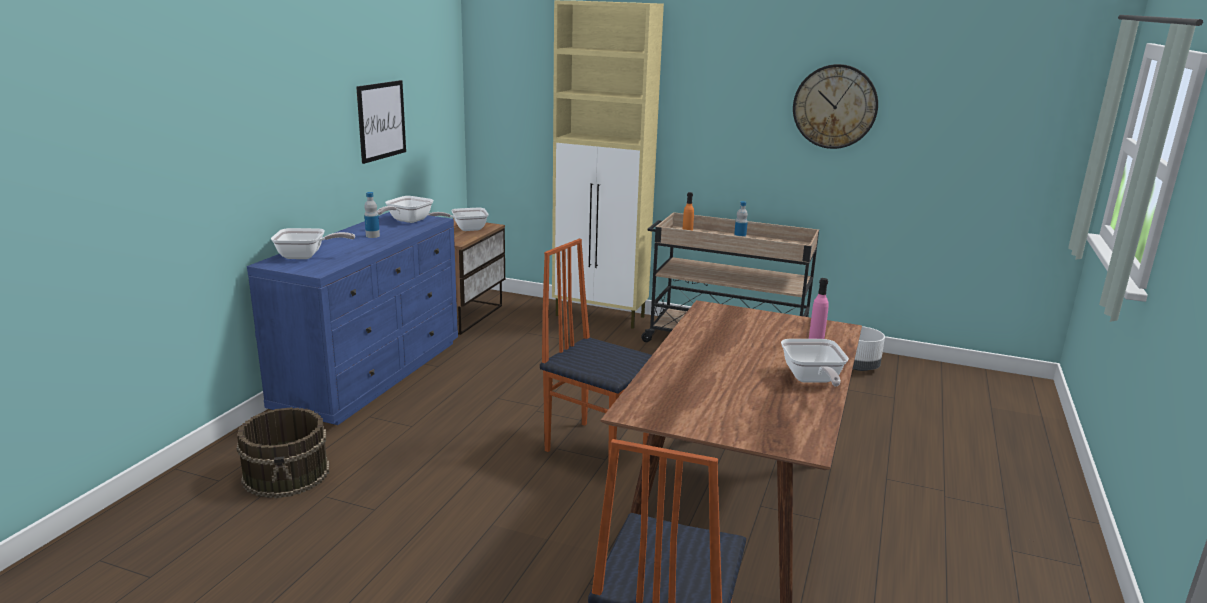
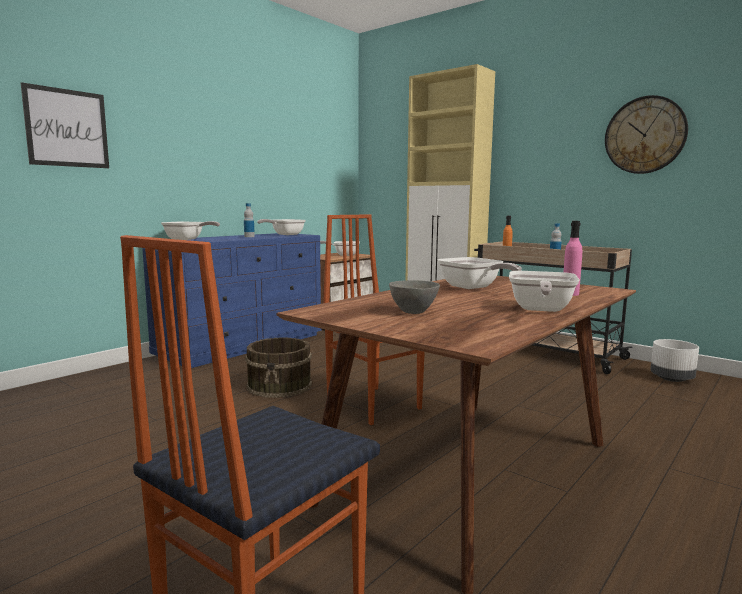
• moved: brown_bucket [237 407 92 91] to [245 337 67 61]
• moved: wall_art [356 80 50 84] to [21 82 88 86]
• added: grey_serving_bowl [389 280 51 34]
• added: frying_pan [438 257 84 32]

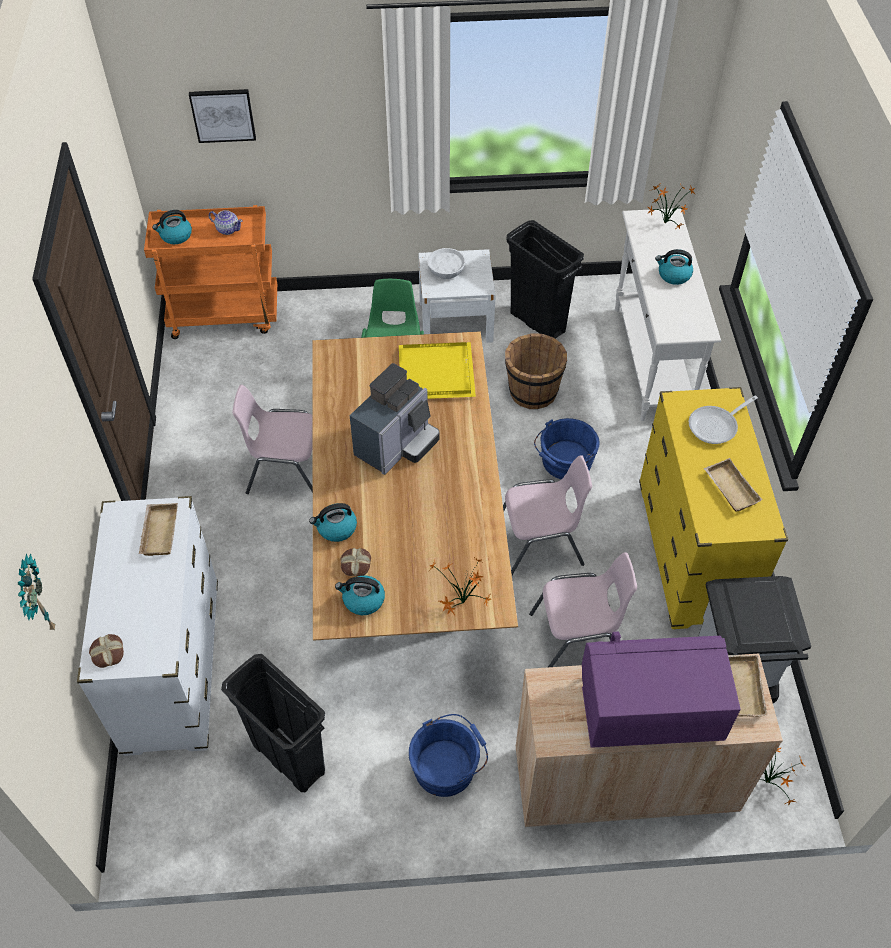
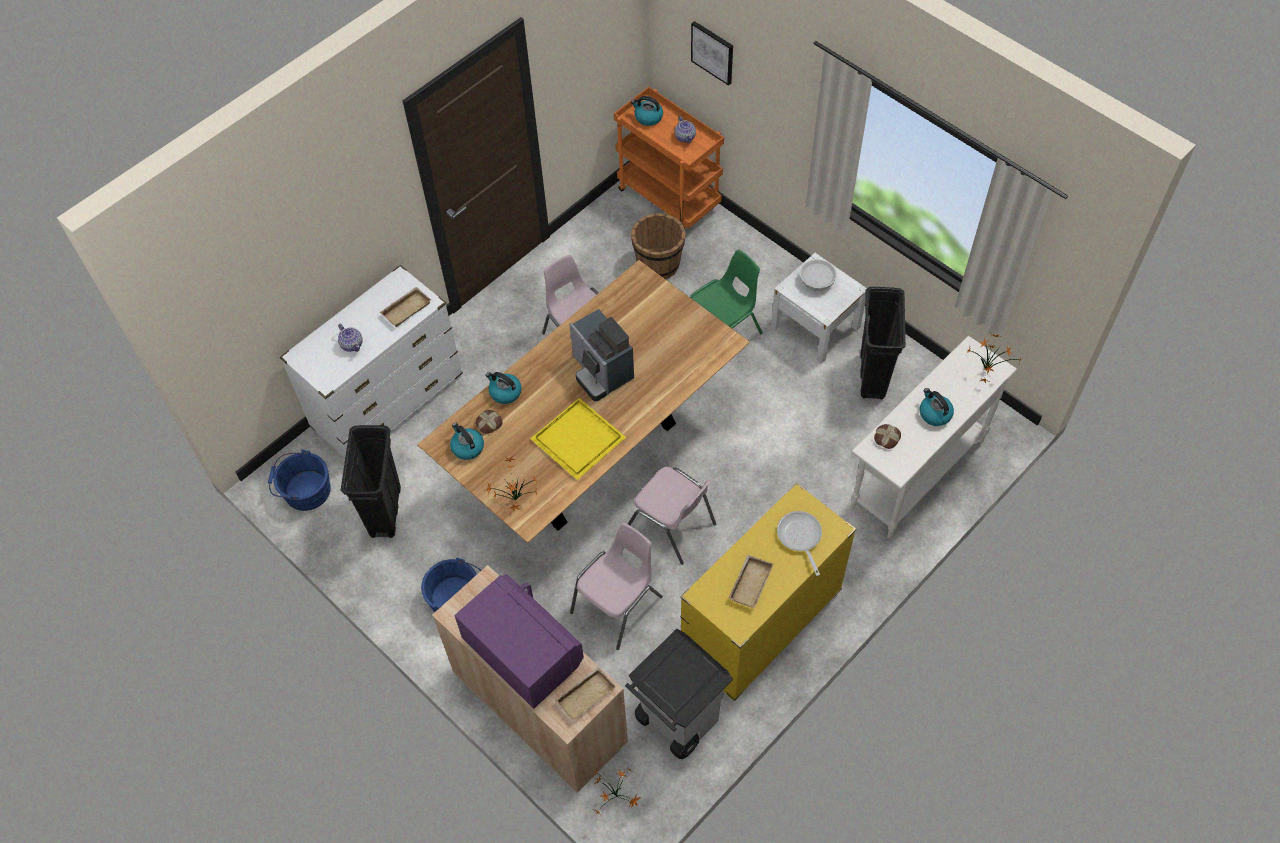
• removed: wall_clock [18 554 37 77]
• moved: bakery_bread [89 634 35 34] to [874 424 27 25]
• turned: coffee_maker [350 363 90 112] = [569 309 65 92] 60 degrees clockwise
• moved: yellowish_tray [399 342 77 57] to [531 398 95 82]
• moved: brown_bucket [505 333 62 76] to [631 213 55 66]
• turned: pink-coloured_plain_chair [529 552 108 115] = [570 522 93 128] 90 degrees counterclockwise
• moved: bluish_bucket [534 418 65 61] to [268 450 63 61]
• turned: frying_pan [689 396 69 48] = [777 511 45 65] 60 degrees clockwise
• added: teapot [338 324 25 28]

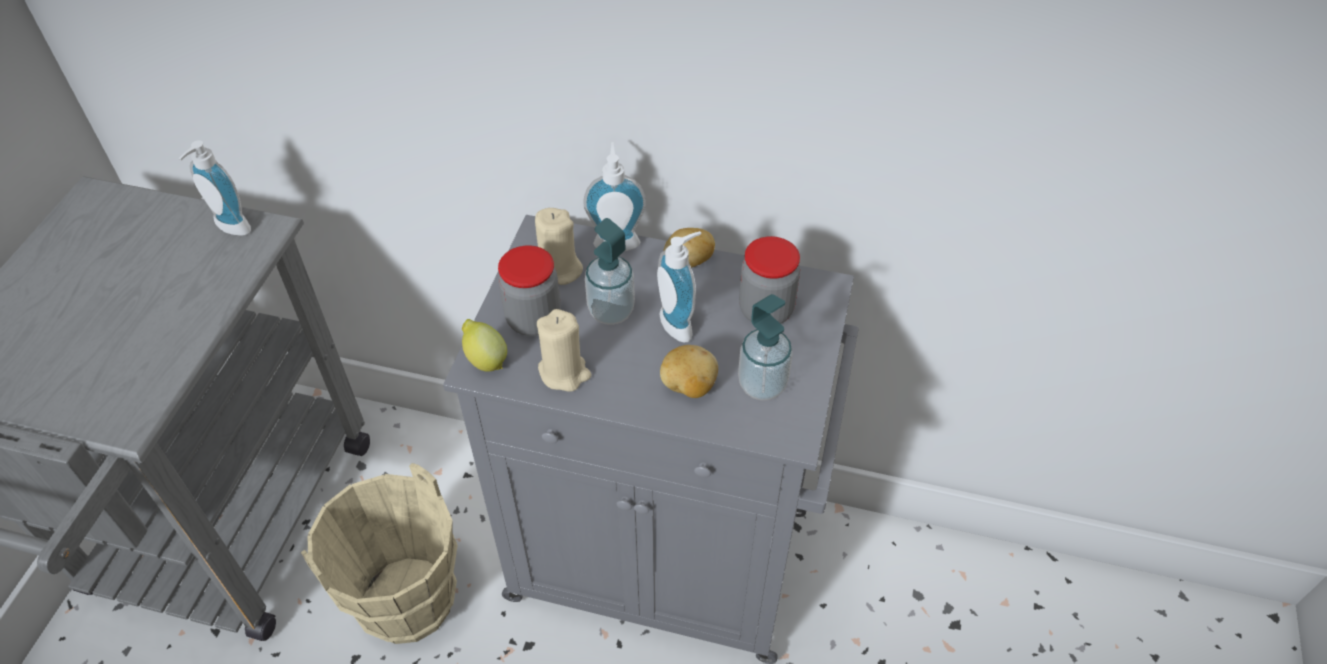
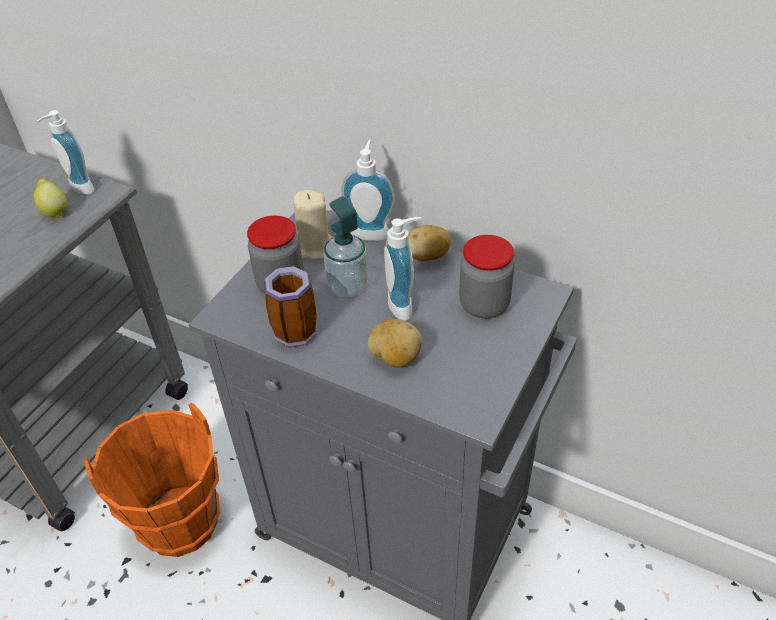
• recoloured: sand-coloured_bucket [301 463 157 181] to orangey_bucket [83 403 137 154]
• moved: whole_lemon [462 319 45 53] to [34 178 33 40]
• replaced: sand-coloured_candle [537 309 54 83] to mug [264 266 53 82]
• removed: soap_bottle [738 294 55 106]

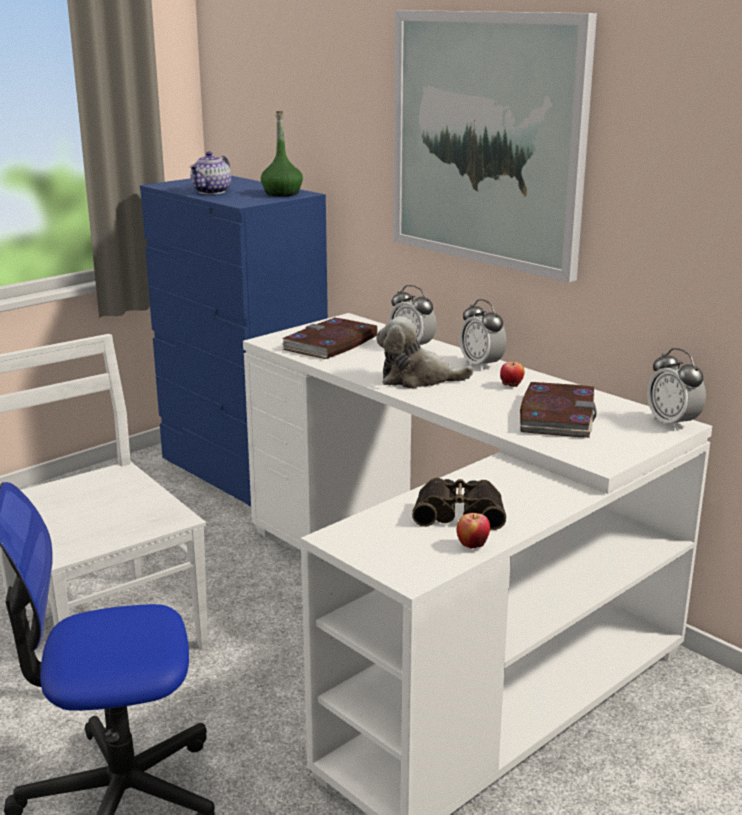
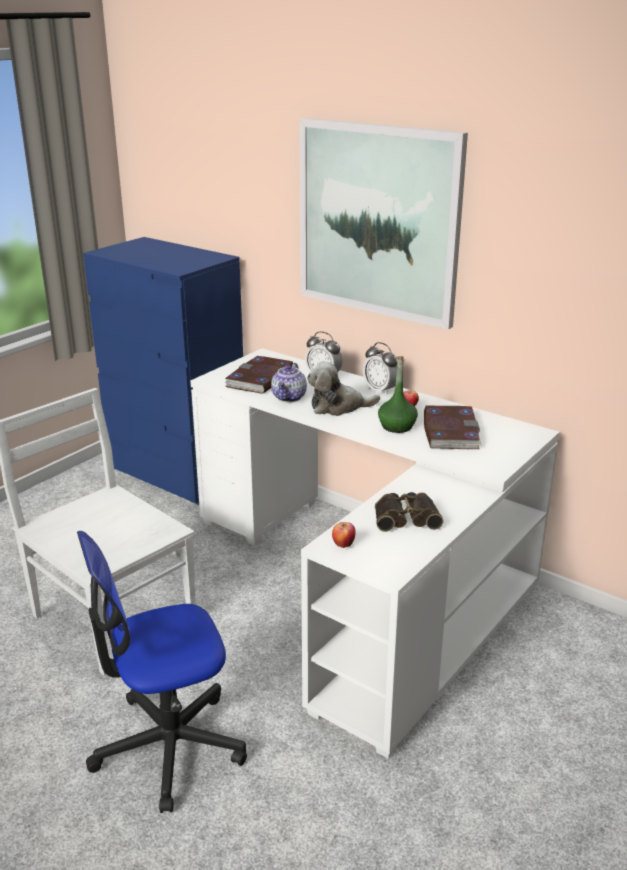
• moved: teapot [189 151 42 44] to [271 363 36 39]
• moved: green_bottle [261 111 42 86] to [378 356 40 77]
• moved: whole_apple [457 513 33 36] to [332 522 24 26]
• removed: bedside_clock [647 348 59 83]

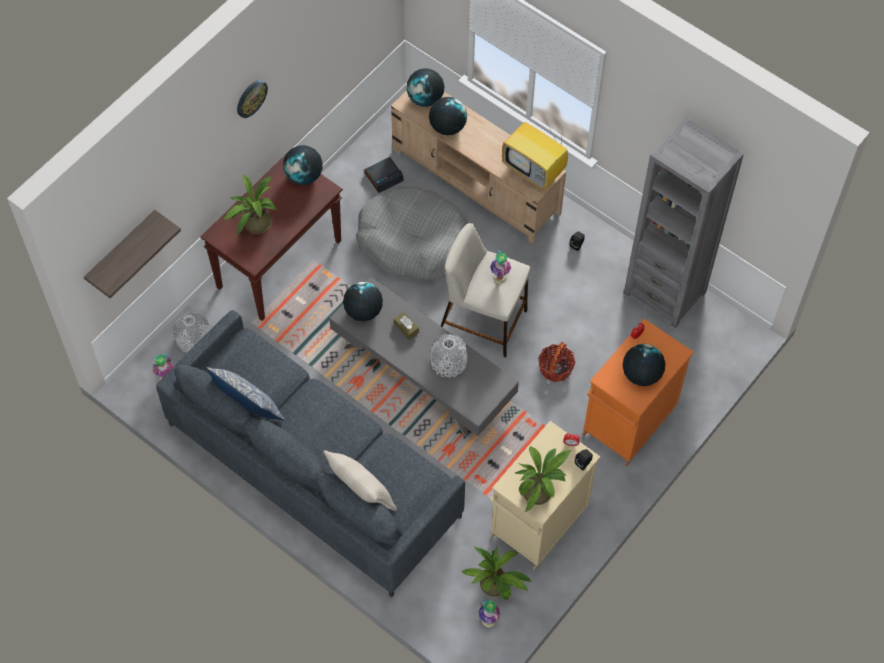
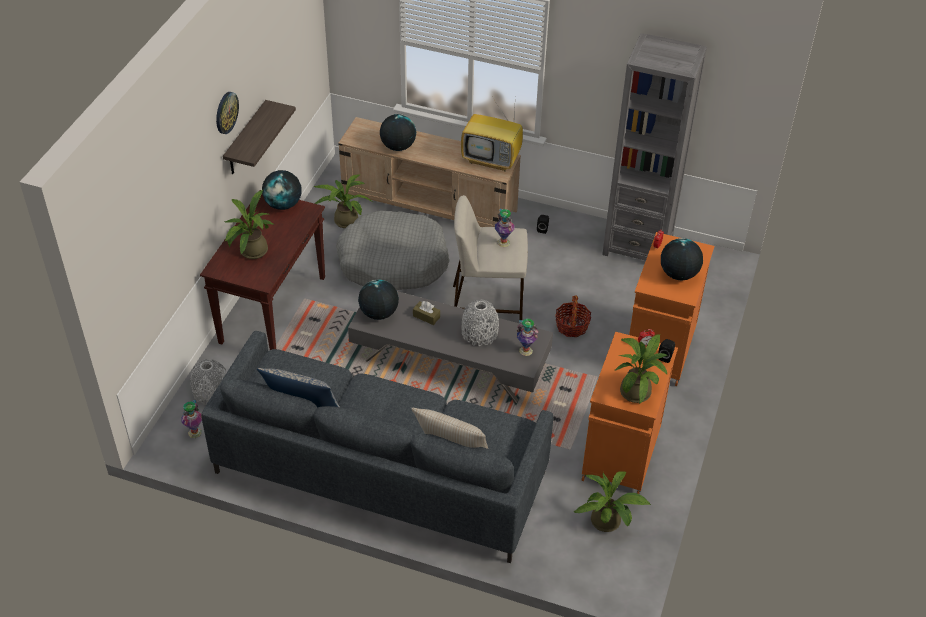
• moved: wall_shelf [84 210 97 88] to [223 100 73 74]
• replaced: bedside_clock [364 157 40 36] to plant_in_a_pot [314 174 60 54]
• removed: world_globe [407 68 37 39]
• moved: decorative_vase [478 600 22 28] to [517 319 21 37]
• recoloured: sand-coloured_storage_cabinet [490 421 110 149] to orangey_storage_cabinet [581 332 97 162]

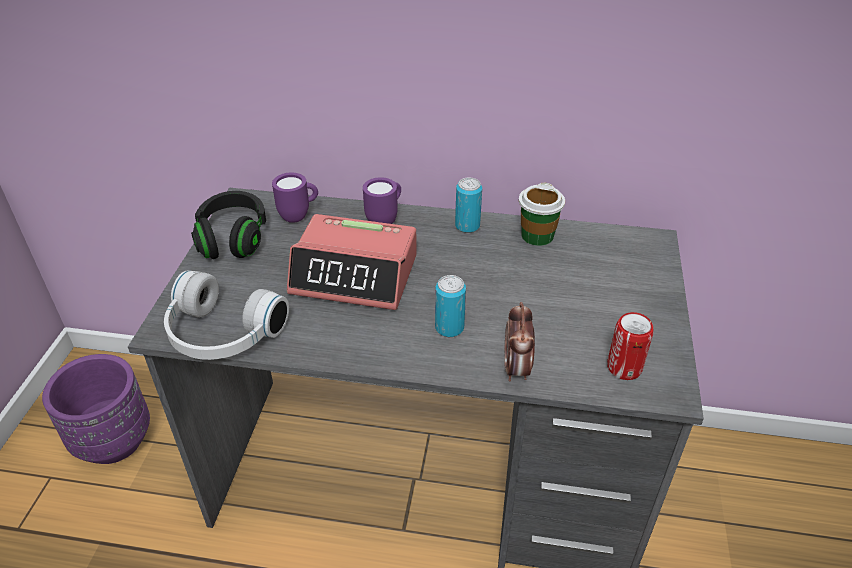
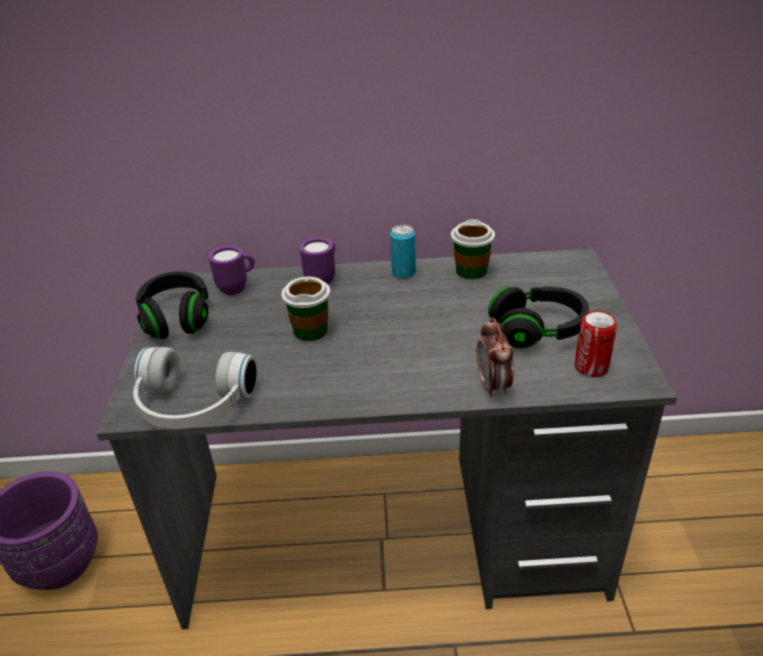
• replaced: bedside_clock [287 214 130 96] to small_cup [281 277 49 64]
• removed: sealed_can [435 275 31 62]
• added: black-coloured_headset [488 287 101 62]

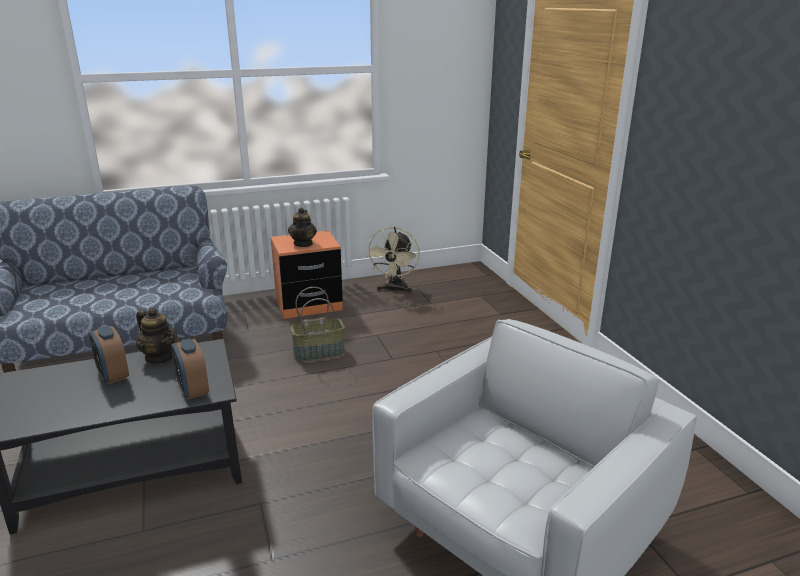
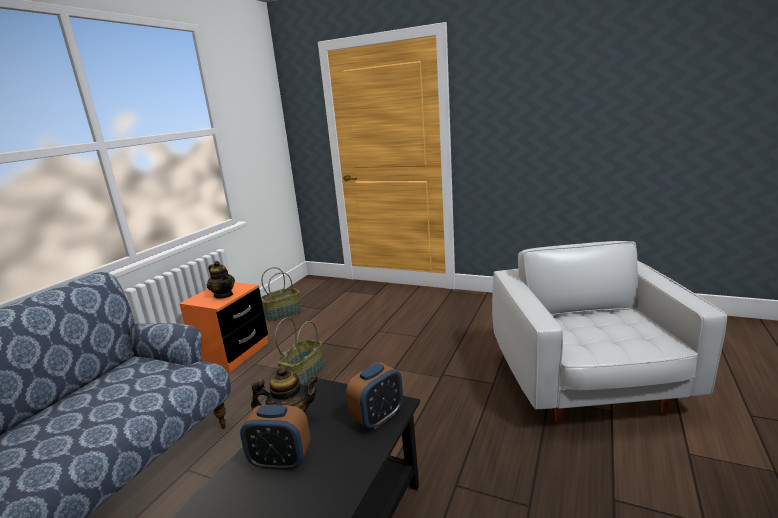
• turned: bedside_clock [171 339 38 61] = [346 362 57 67] 60 degrees counterclockwise
• replaced: sand-coloured_cooling_fan [366 227 54 67] to basket [261 267 41 55]

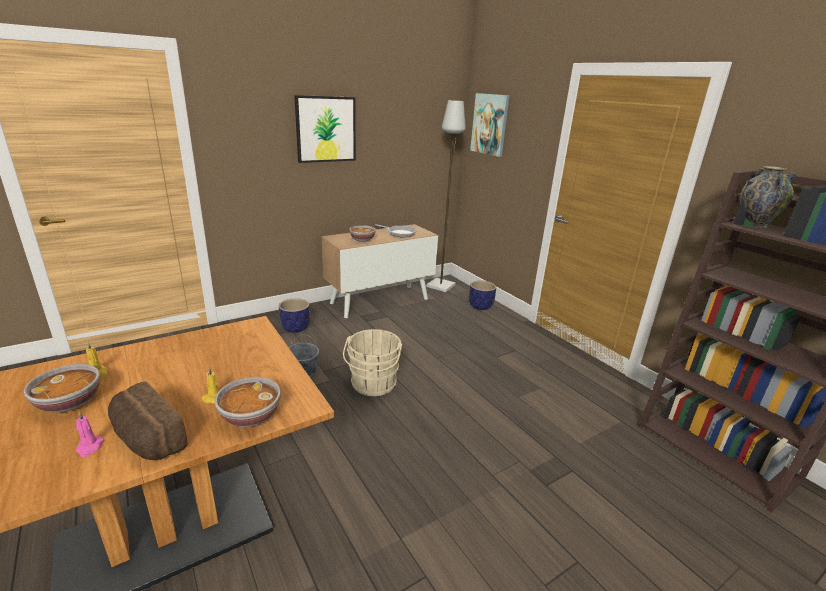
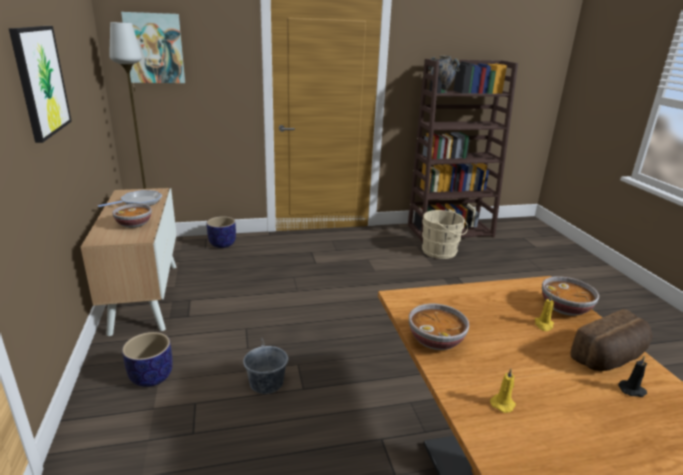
• moved: serving_bowl [24 364 76 49] to [409 304 60 46]
• recoloured: pink-coloured_candle [76 411 28 46] to black-coloured_candle [618 356 29 41]
• moved: sand-coloured_bucket [343 329 59 67] to [422 209 46 50]

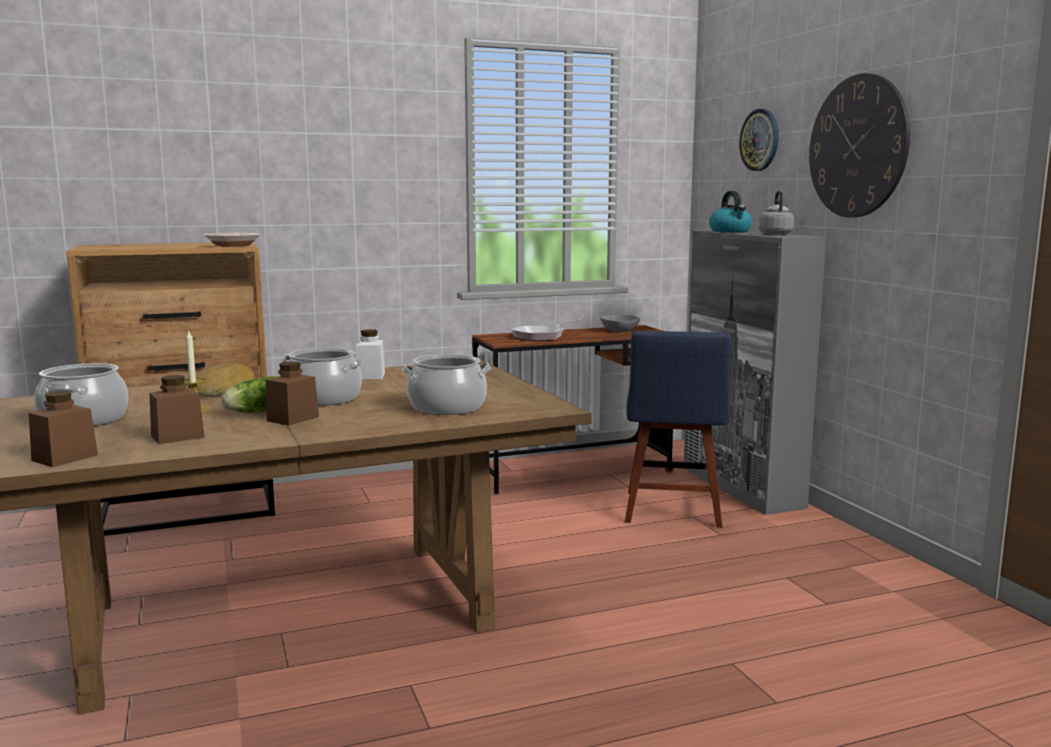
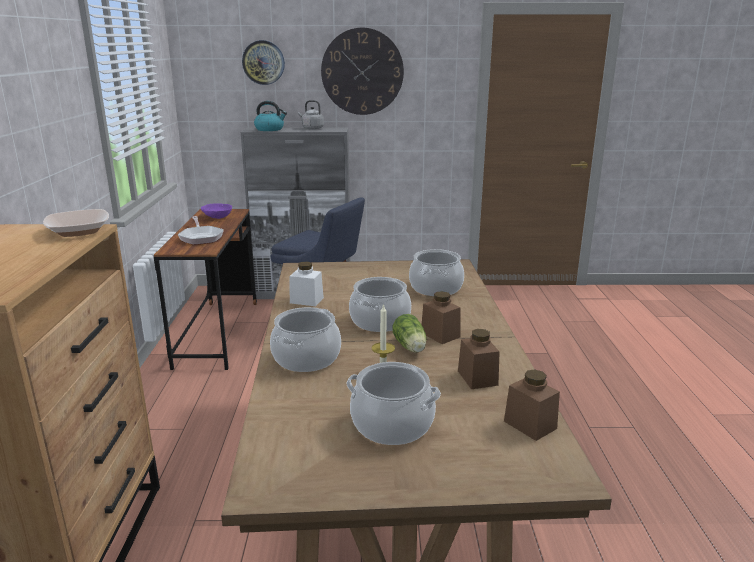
• replaced: bakery_bread [187 363 67 33] to stockpot [270 307 71 65]
• recoloured: grey_serving_bowl [600 315 40 17] to purple_serving_bowl [201 203 31 16]

